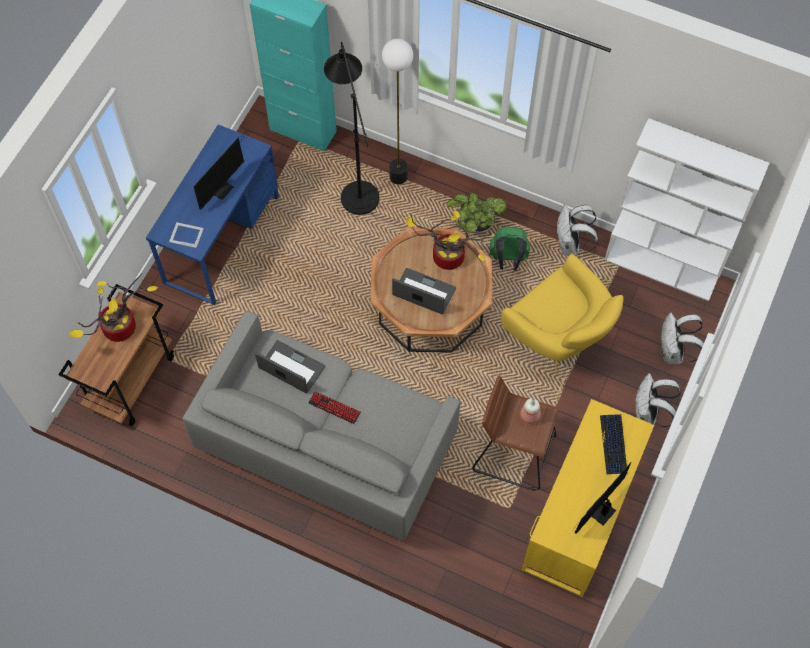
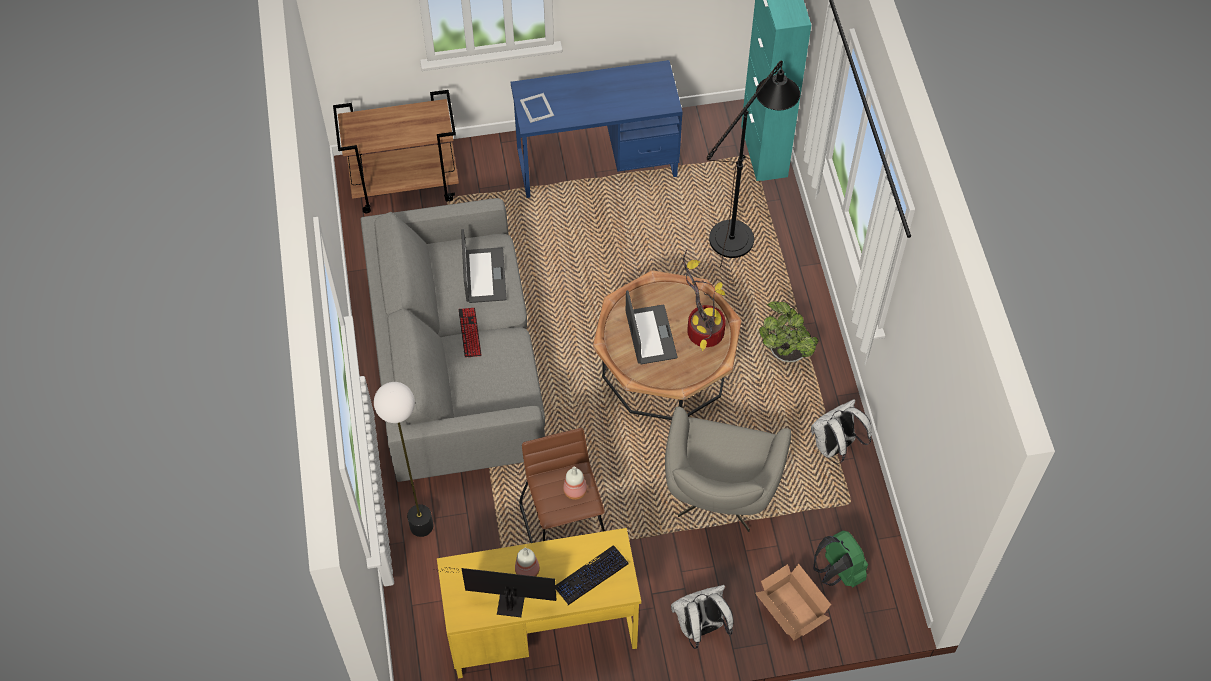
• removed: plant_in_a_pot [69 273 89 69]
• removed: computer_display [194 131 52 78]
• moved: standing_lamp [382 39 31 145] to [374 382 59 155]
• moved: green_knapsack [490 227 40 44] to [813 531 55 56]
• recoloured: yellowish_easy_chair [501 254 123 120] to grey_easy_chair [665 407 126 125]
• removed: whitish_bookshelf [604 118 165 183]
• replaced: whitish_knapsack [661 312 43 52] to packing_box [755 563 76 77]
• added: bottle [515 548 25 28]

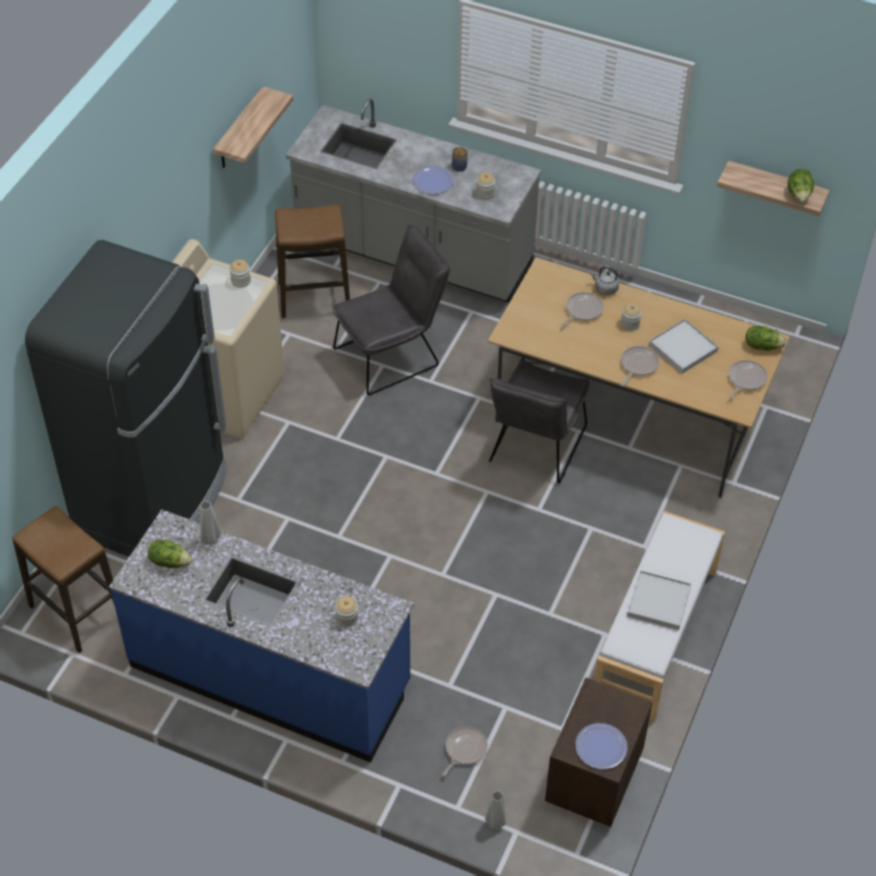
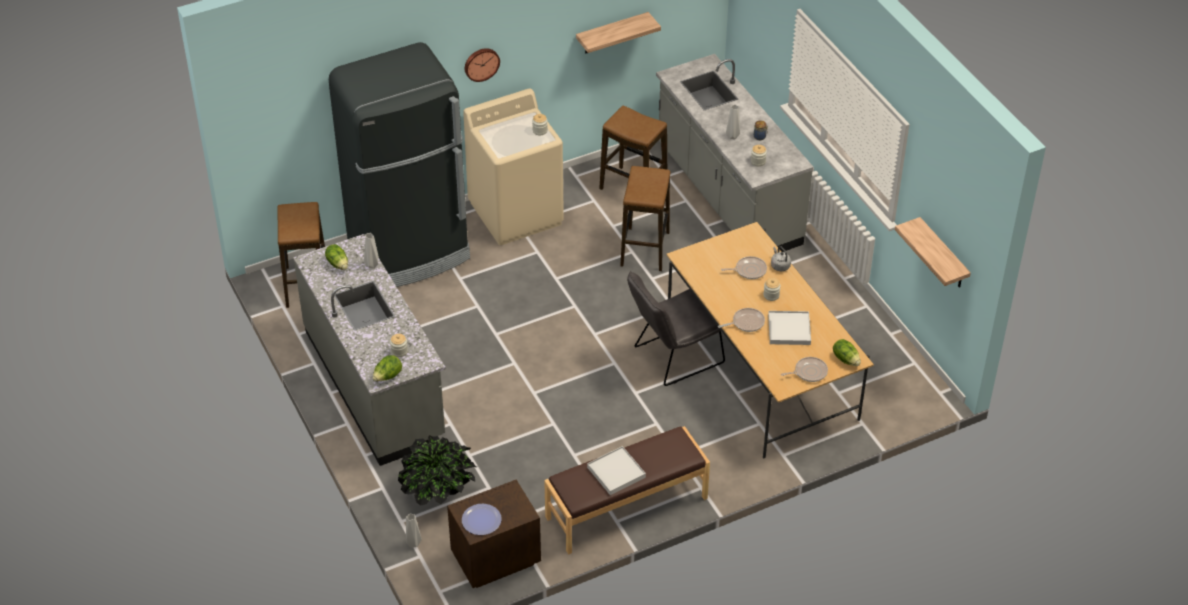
• recoloured: bluish_kitchen_counter [109 509 305 254] to grey_kitchen_counter [293 234 153 232]
• replaced: grey_plain_chair [333 225 117 170] to sitting_stool [620 166 50 105]
• replaced: plate [412 166 42 28] to grey_decorative_vase [726 104 14 35]
• replaced: frying_pan [442 726 46 50] to plant_in_a_pot [398 435 78 71]
• recoloured: whitish_long_seat [594 511 131 211] to brown_long_seat [544 426 166 129]
• moved: head_of_lettuce [788 169 26 33] to [373 355 29 26]
• added: wall_clock [465 48 35 34]

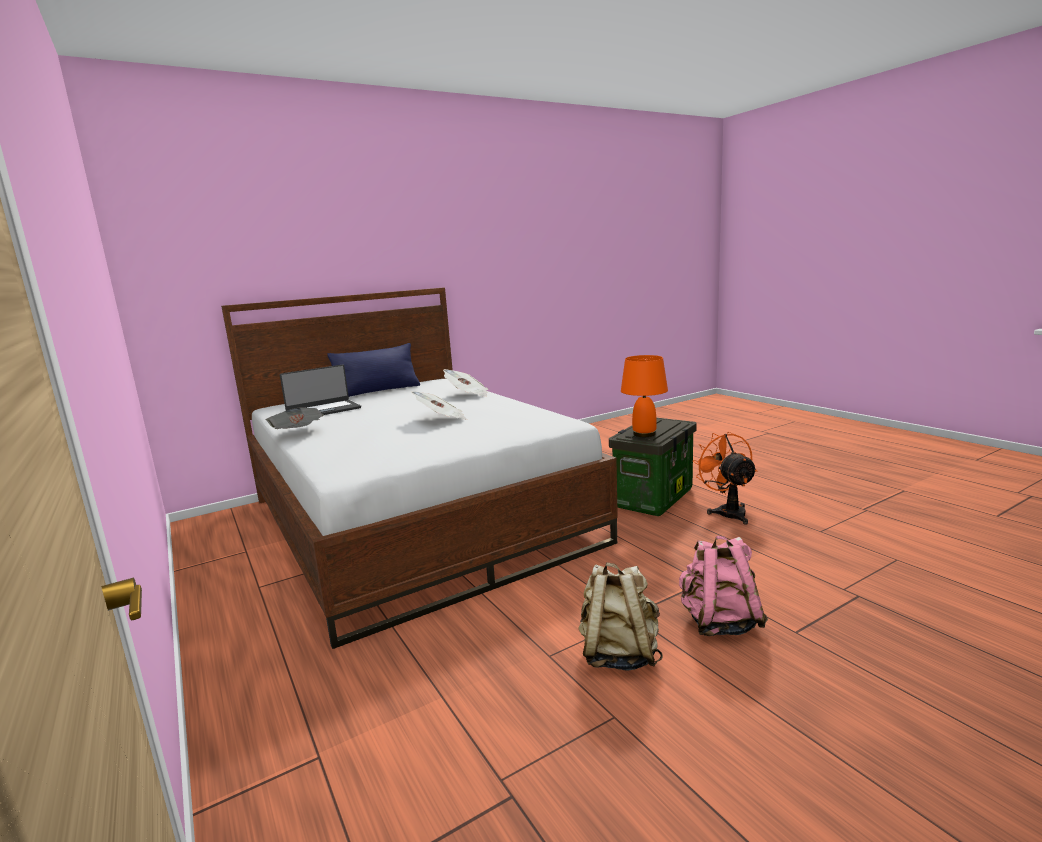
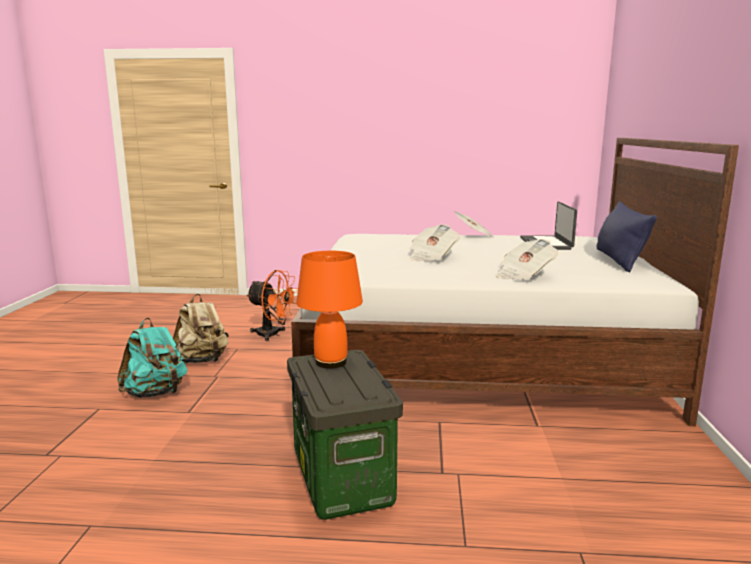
• recoloured: pink-coloured_knapsack [679 536 89 100] to turquoise-coloured_knapsack [117 318 70 80]
• moved: orangey_cooling_fan [693 432 64 93] to [246 270 52 71]

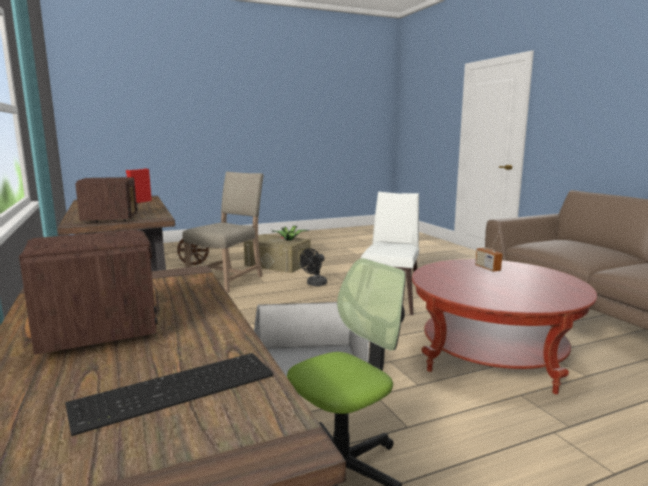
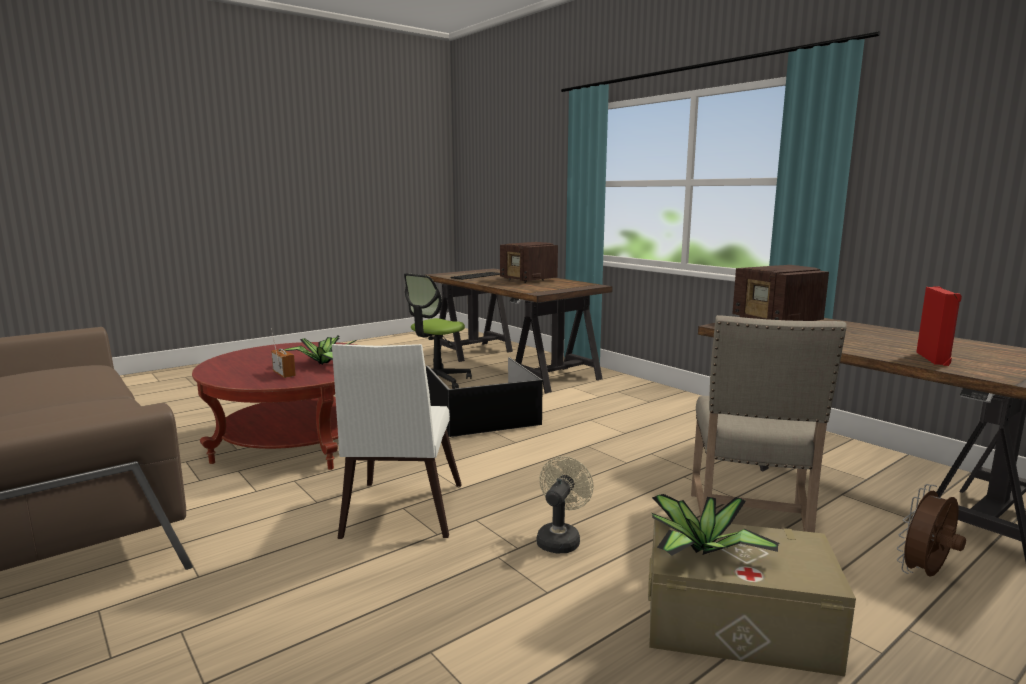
• recoloured: black-coloured_cooling_fan [300 248 27 38] to sand-coloured_cooling_fan [537 456 57 98]
• added: plant_in_a_pot [284 336 73 29]

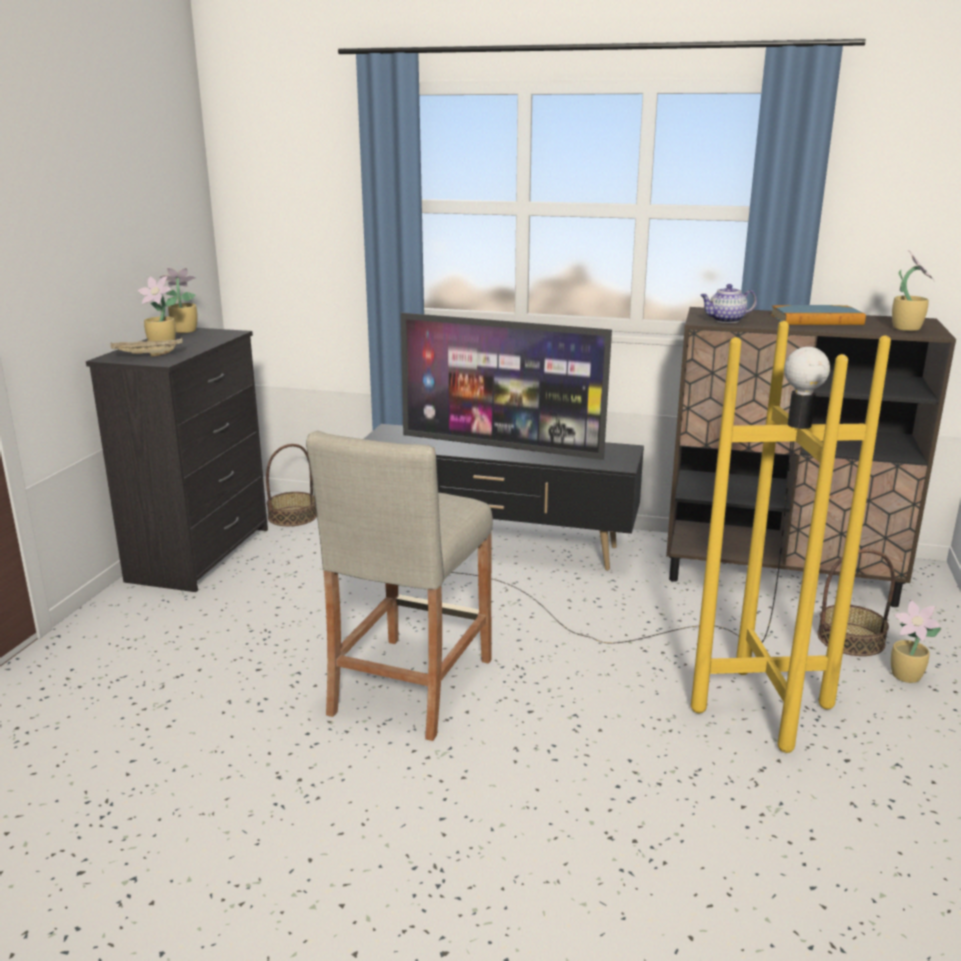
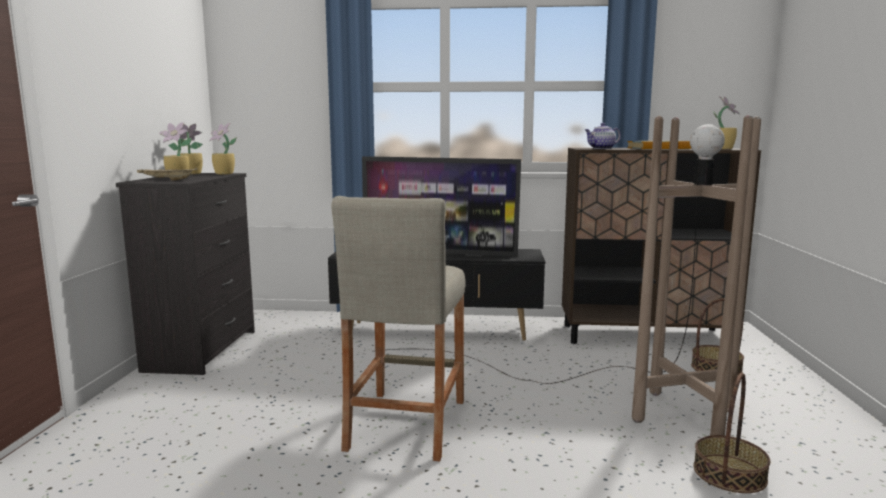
• moved: basket [266 444 51 82] to [693 373 77 120]
• recoloured: yellowish_standing_lamp [452 321 439 432] to brown_standing_lamp [387 115 374 321]
• moved: plant_in_a_pot [891 600 51 83] to [209 123 28 51]

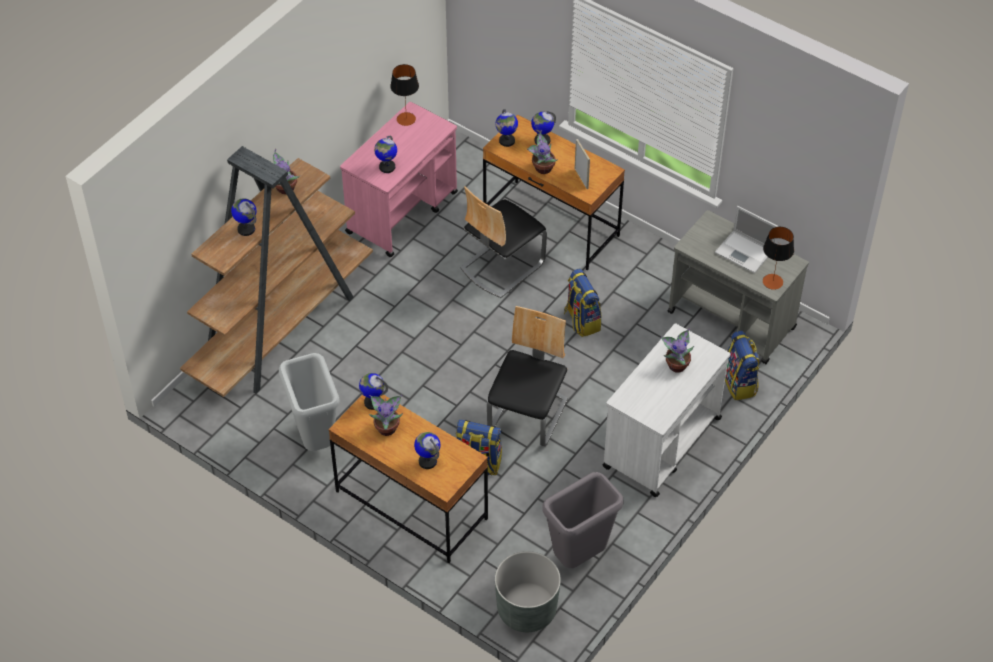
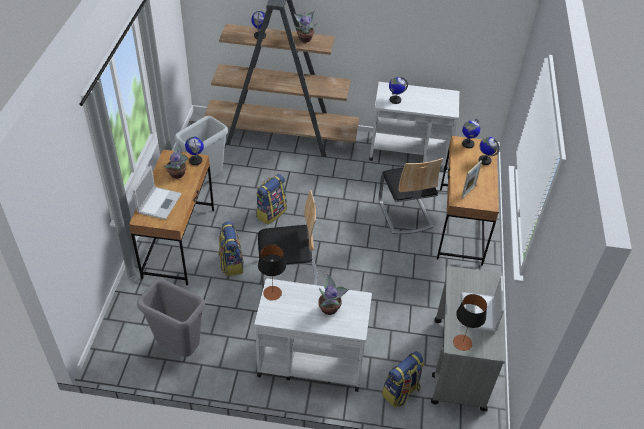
• recoloured: pink-coloured_trolley [340 102 118 155] to whitish_trolley [369 82 91 88]
• moved: lamp_for_a_table [390 64 29 62] to [258 244 28 57]
• replaced: world_globe [414 432 26 37] to notebook_computer [133 166 49 54]
• turned: plain_chair [460 186 87 112] = [379 158 64 76] 120 degrees counterclockwise
• removed: grey_plant_pot [495 551 66 81]
• removed: plant_in_a_pot [527 130 31 44]
• moved: knapsack [564 269 37 68] to [256 174 31 51]

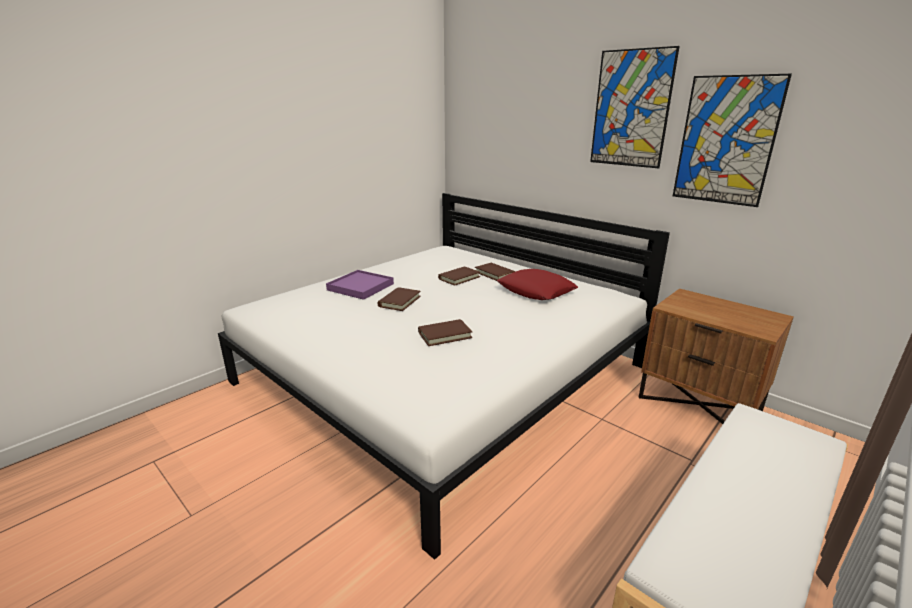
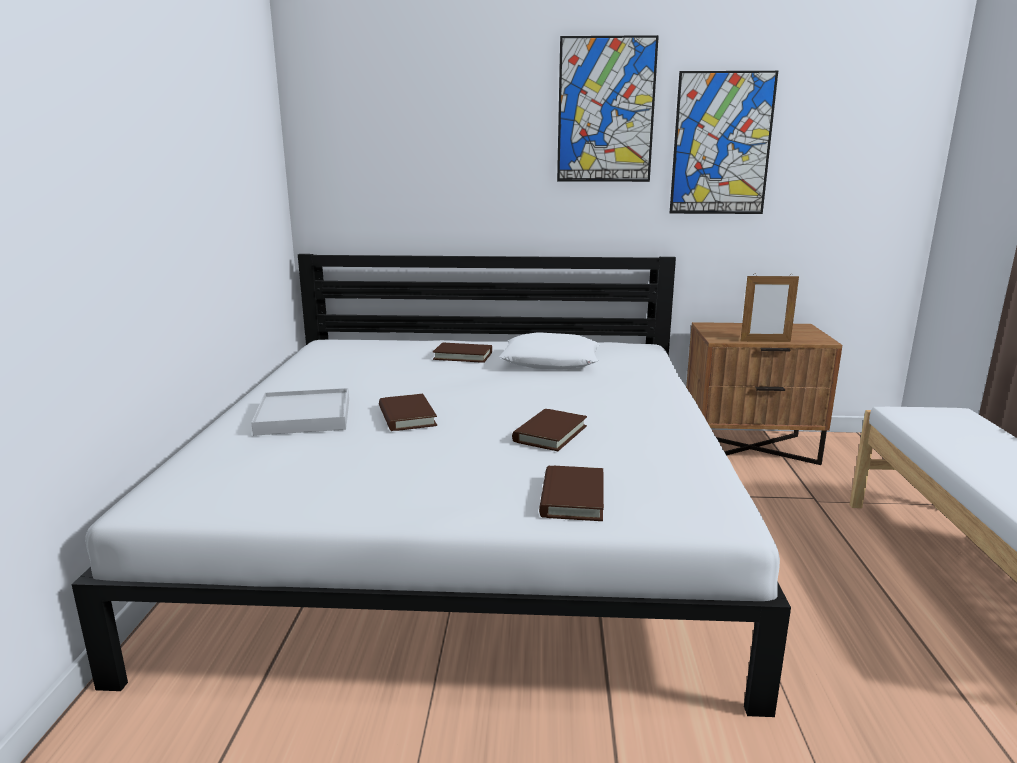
• recoloured: purple_tray [326 270 68 30] to whitish_tray [251 388 98 48]
• moved: brown_volume [438 266 42 20] to [539 466 65 55]
• recoloured: reddish_pillow [497 269 81 31] to whitish_pillow [499 333 101 37]
• added: photo_frame [740 274 59 68]

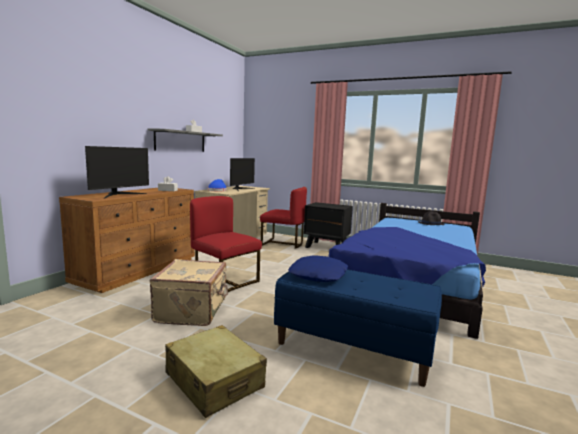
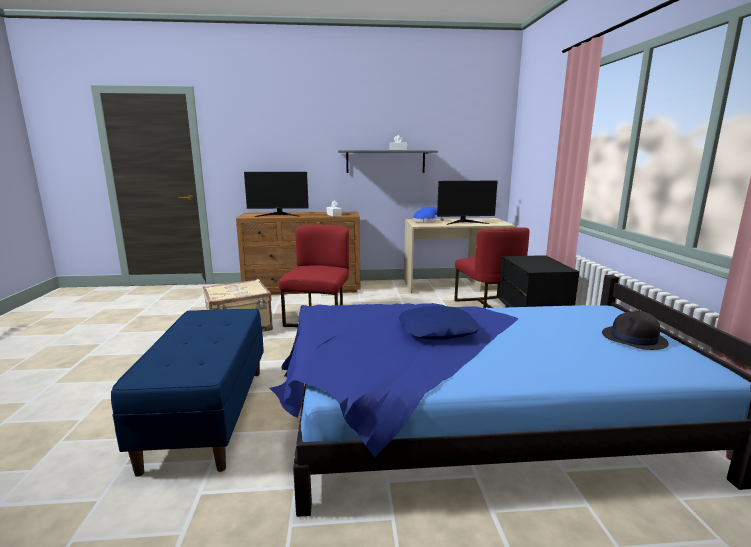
• removed: sand-coloured_suitcase [165 325 102 93]
• moved: bluish_pillow [288 255 60 27] to [398 305 81 35]

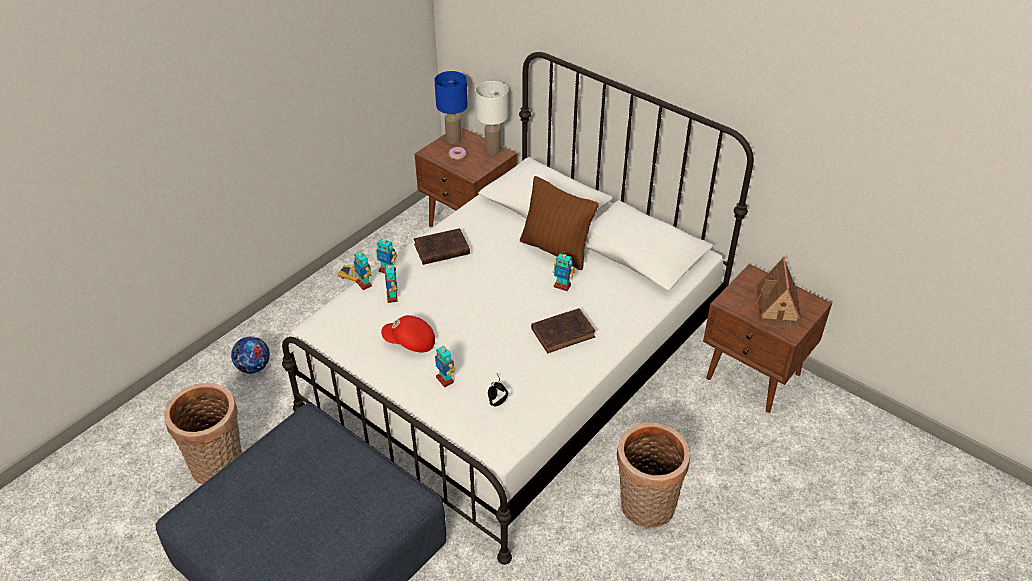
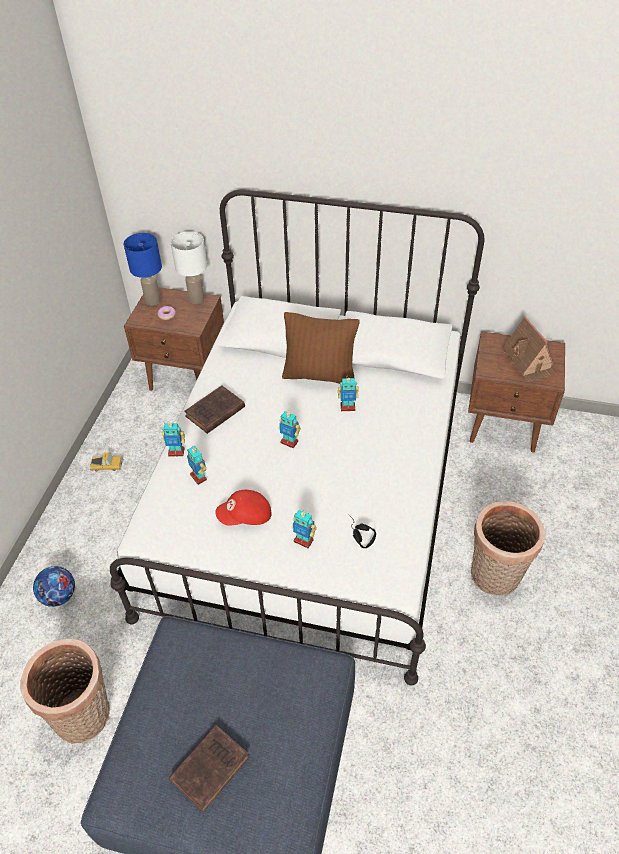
• moved: toy_robot [354 251 18 39] to [278 410 23 38]
• moved: brown_volume [531 308 65 45] to [169 725 80 88]

